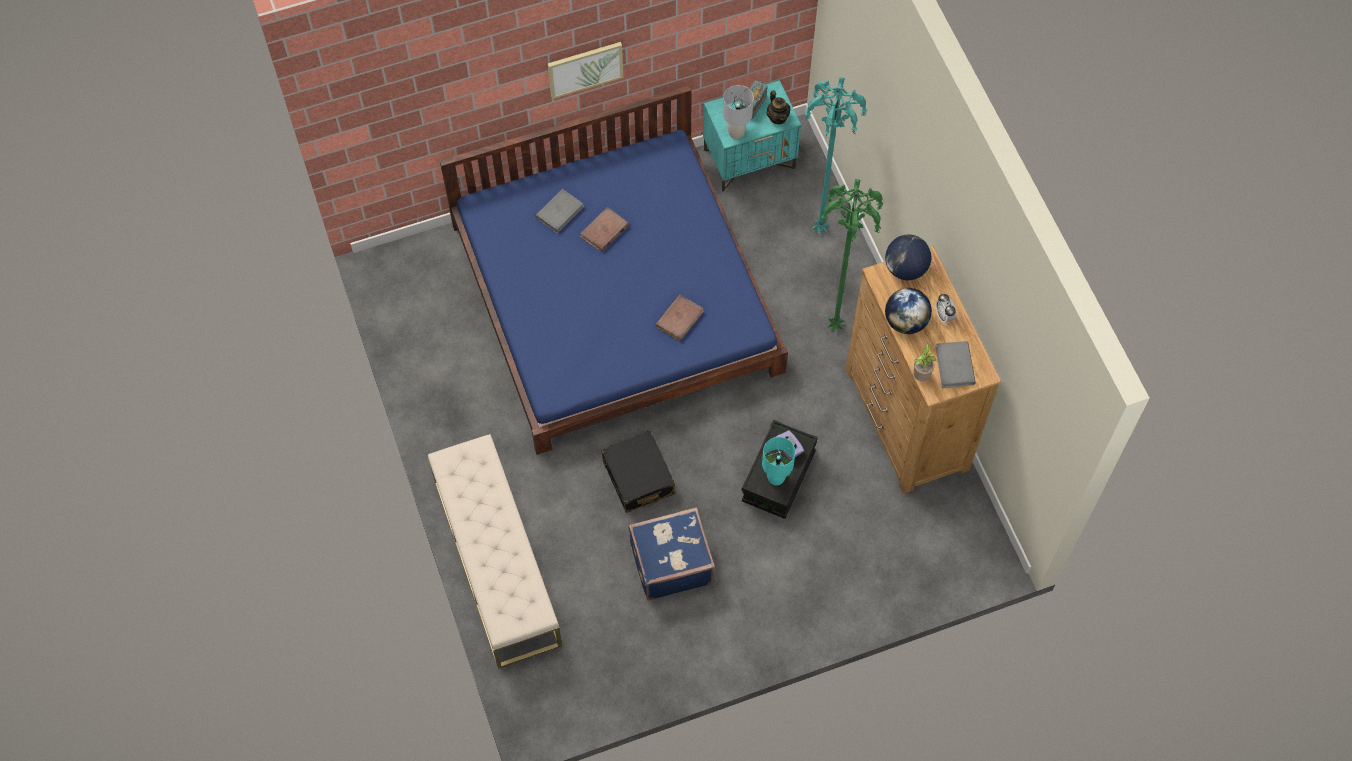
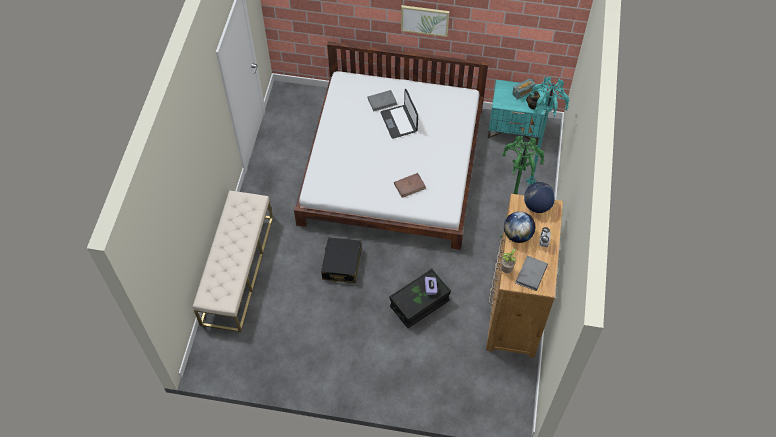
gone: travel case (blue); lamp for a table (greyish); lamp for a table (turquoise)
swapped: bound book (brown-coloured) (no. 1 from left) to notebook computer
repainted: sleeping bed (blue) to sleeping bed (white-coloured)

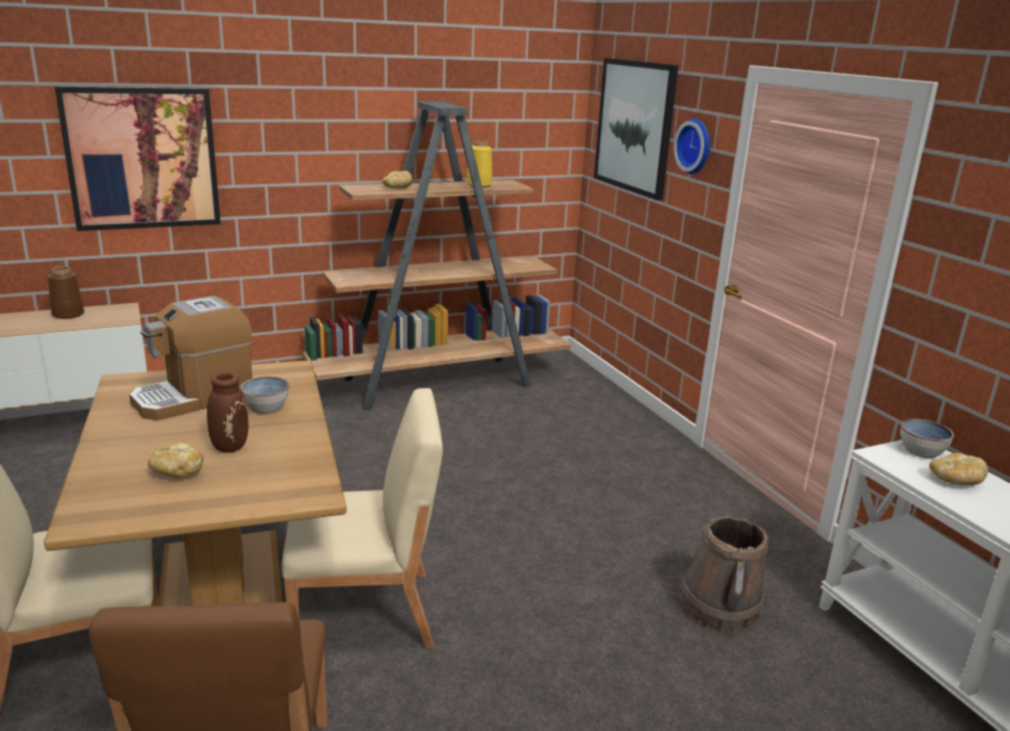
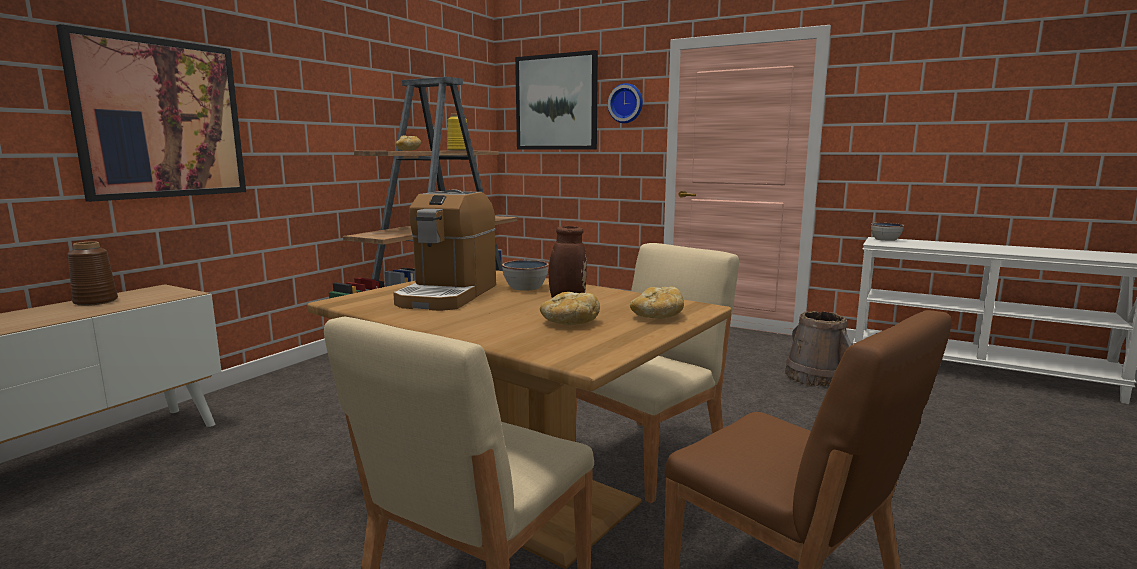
shifted: bakery bread (no. 3 from left)

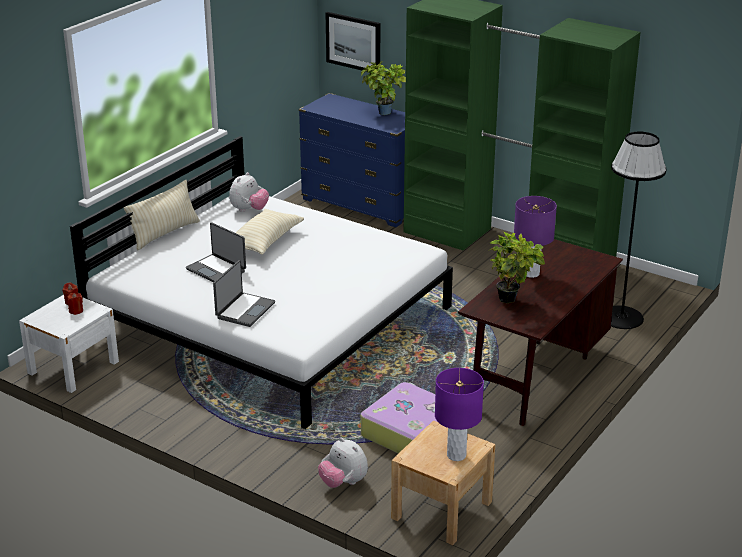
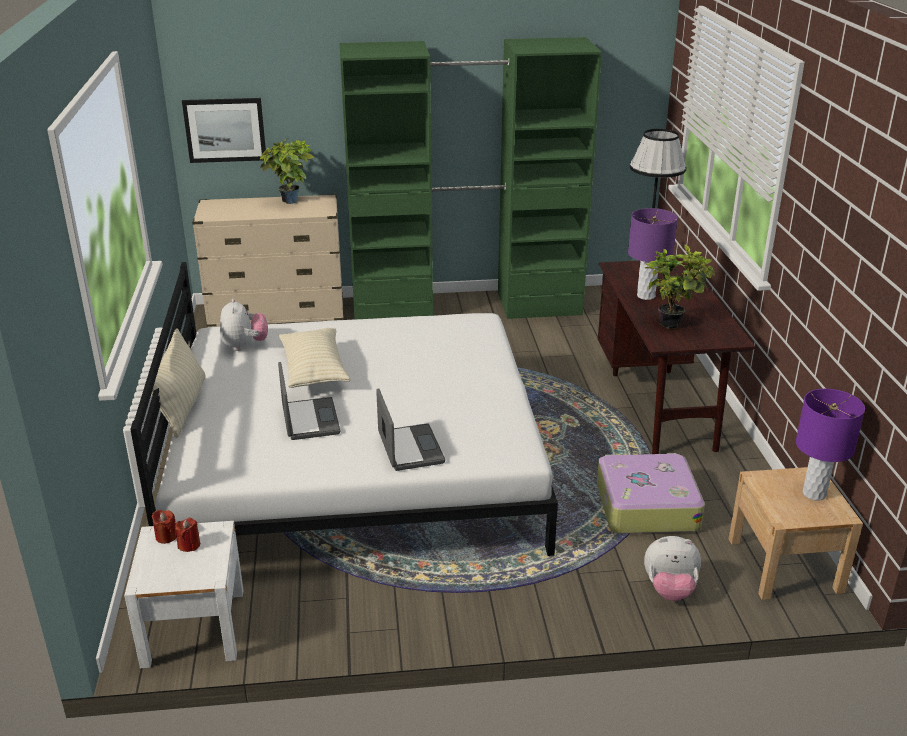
repainted: chest of drawers (blue) to chest of drawers (sand-coloured)
rotated: notebook computer (no. 1 from left) 105 degrees counterclockwise

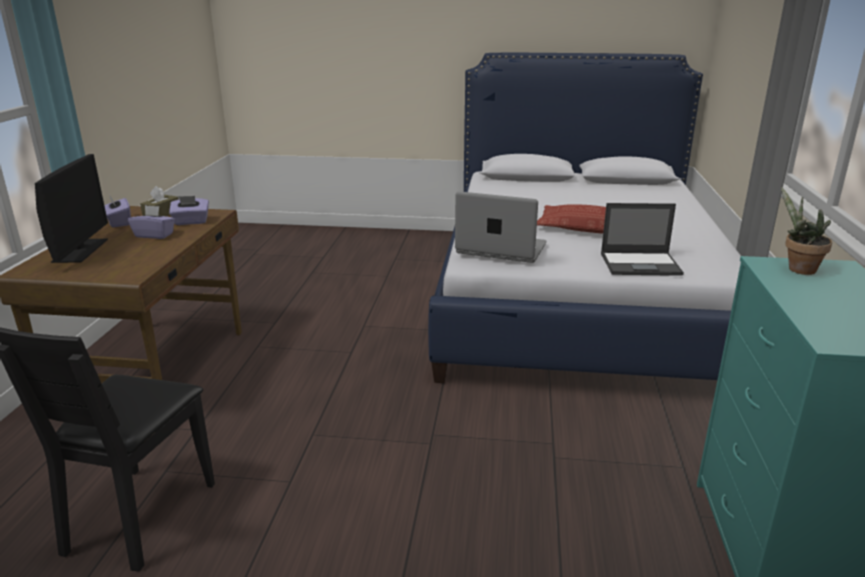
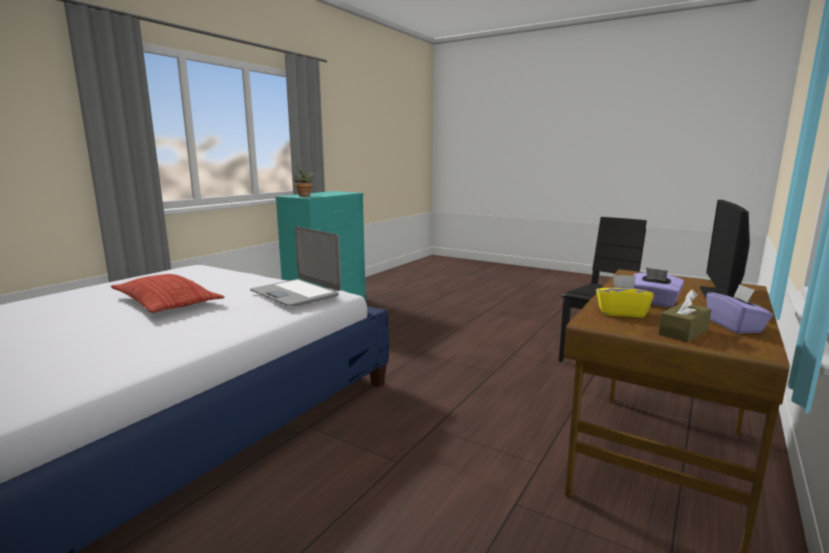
gone: notebook computer (no. 2 from left)
repainted: tissue holder (purplish) (no. 3 from left) to tissue holder (yellow)

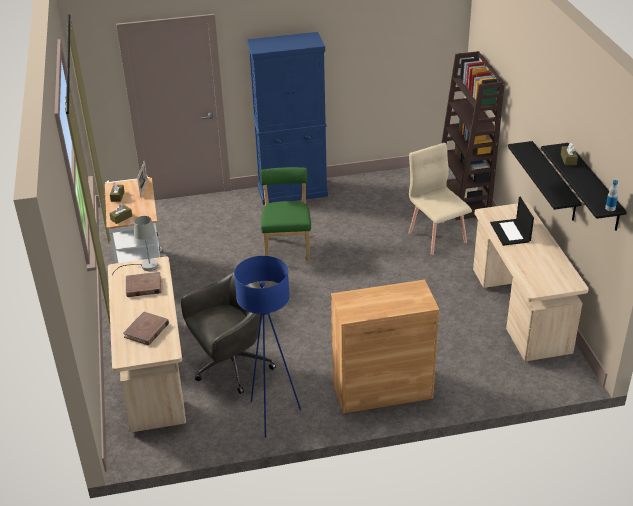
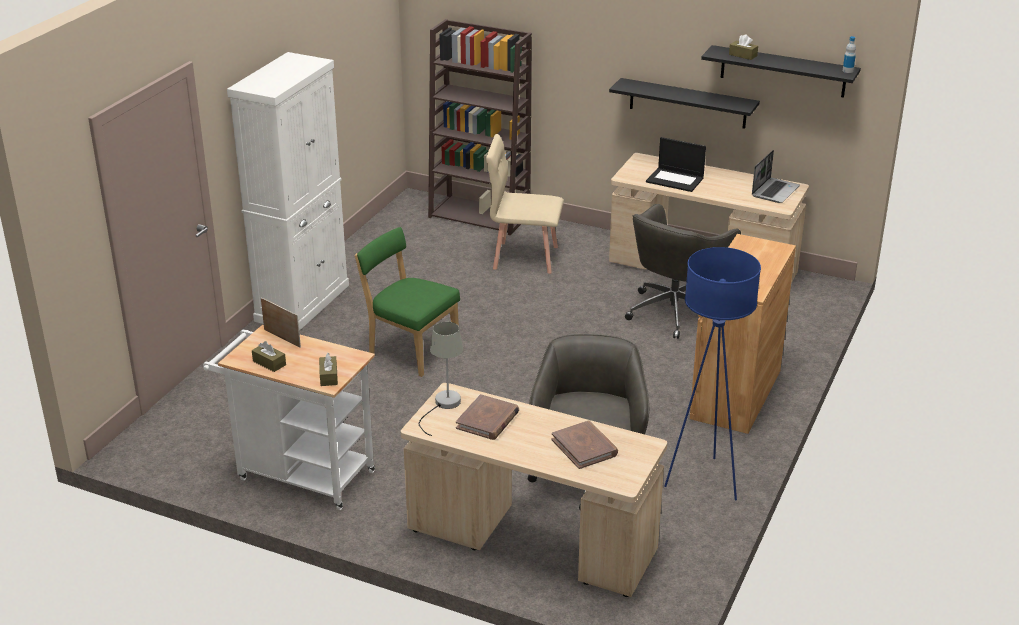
new: office chair (greyish) (no. 2 from left); notebook computer (no. 2 from left)
repainted: cupboard (blue) to cupboard (white-coloured)

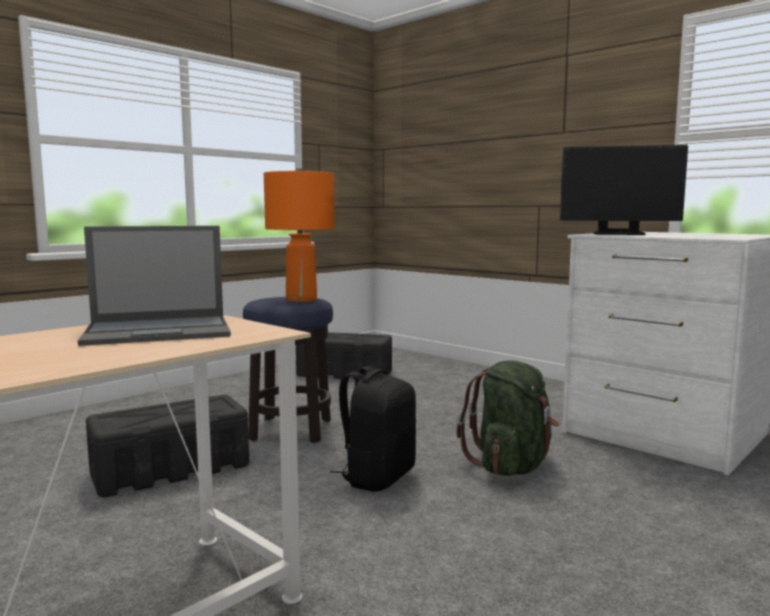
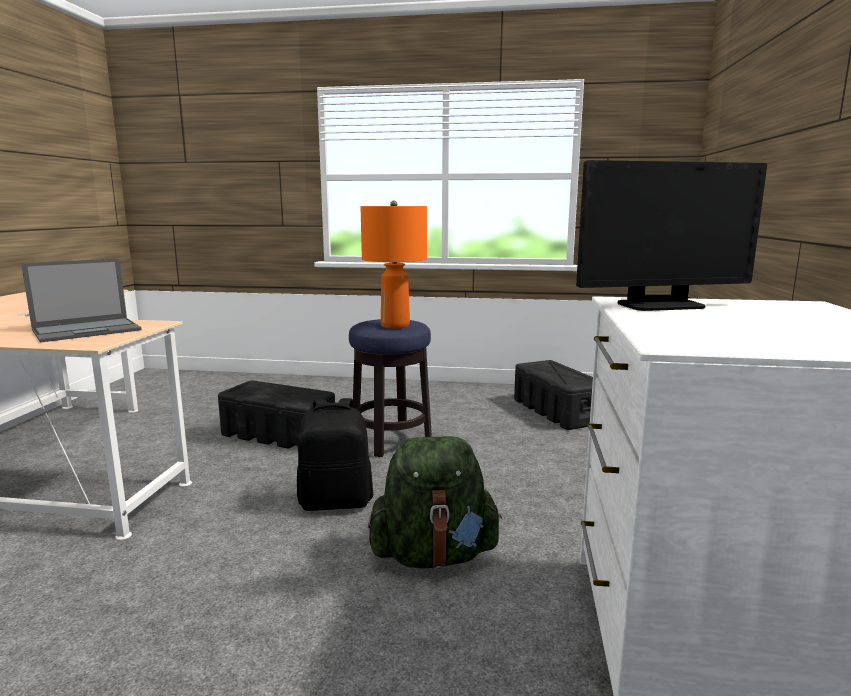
rotated: notebook computer 75 degrees counterclockwise; computer screen 75 degrees counterclockwise

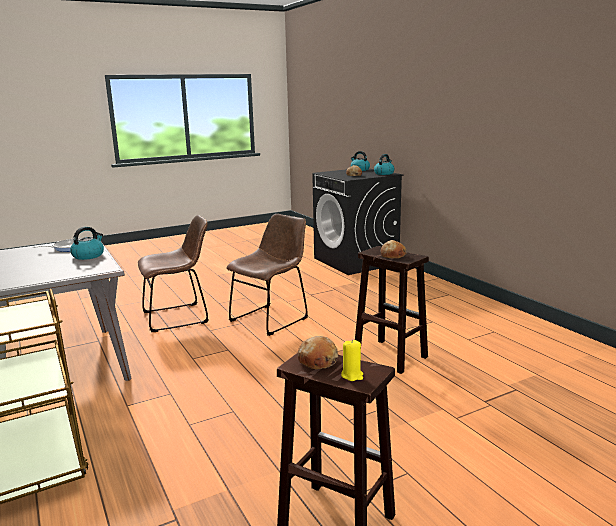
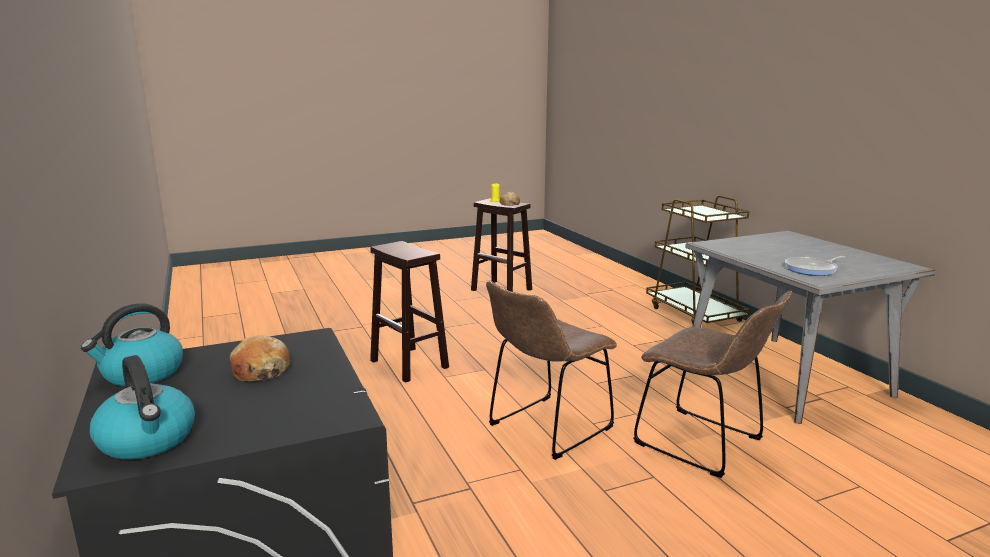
gone: kettle (no. 1 from left); bakery bread (no. 3 from left)
rotated: plain chair (brown-coloured) (no. 1 from left in the first image) 120 degrees counterclockwise

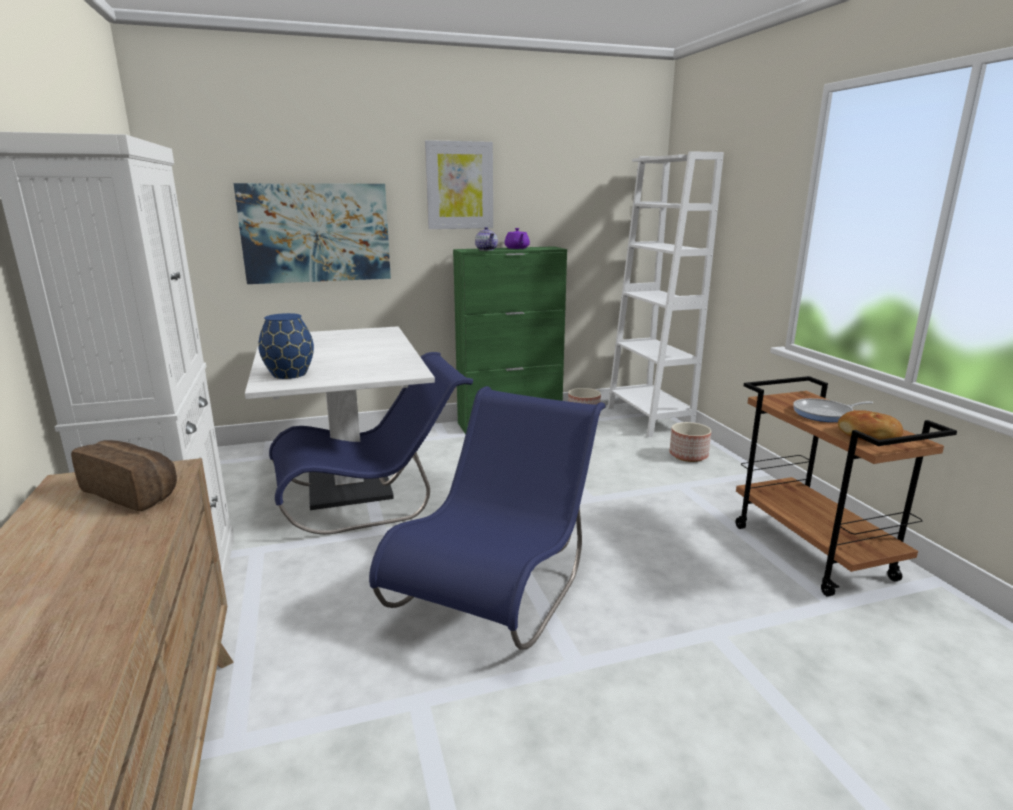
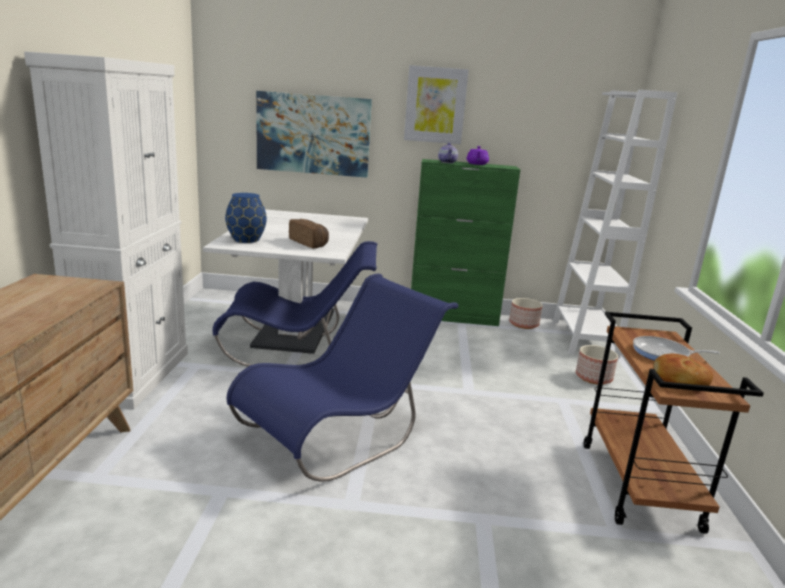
shifted: bakery bread (no. 1 from left)

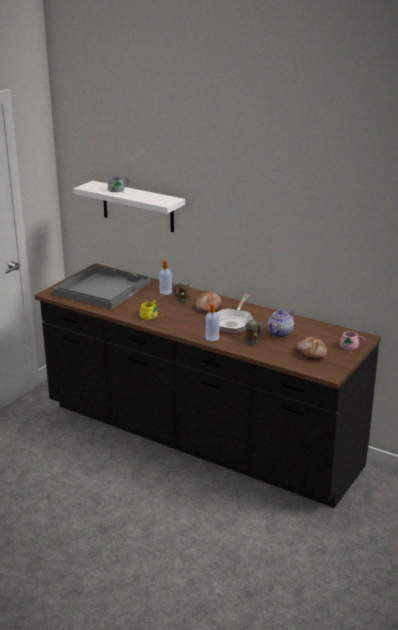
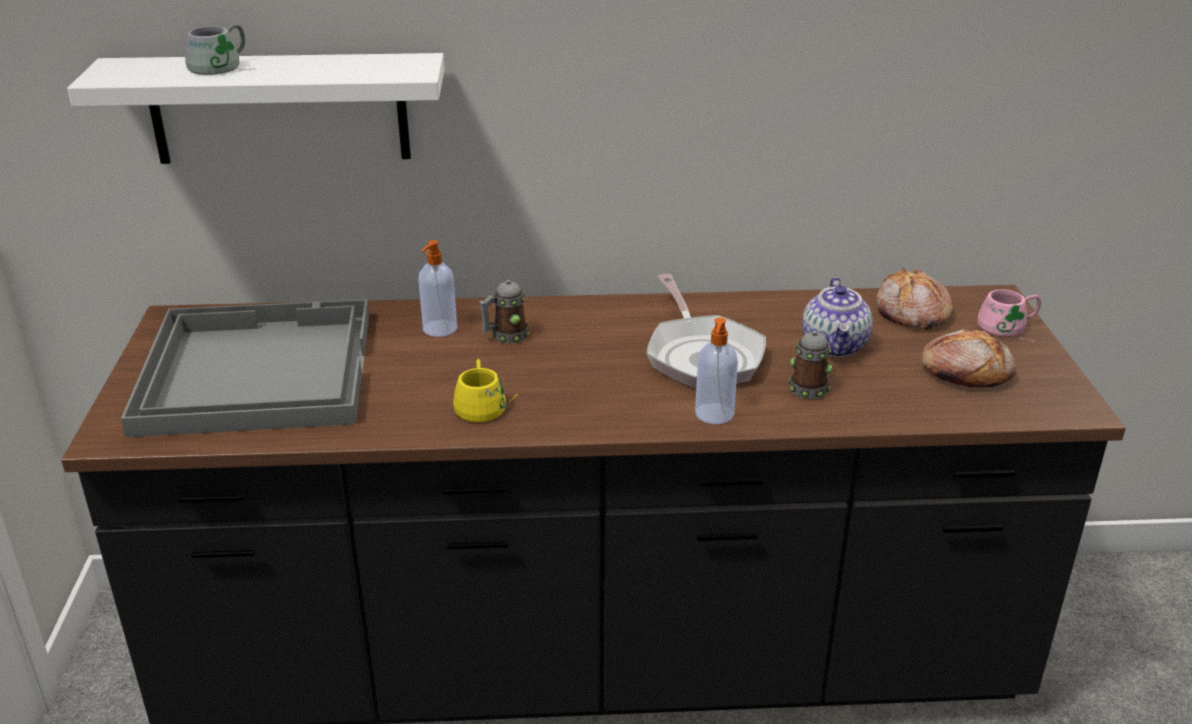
shifted: bakery bread (no. 1 from left)

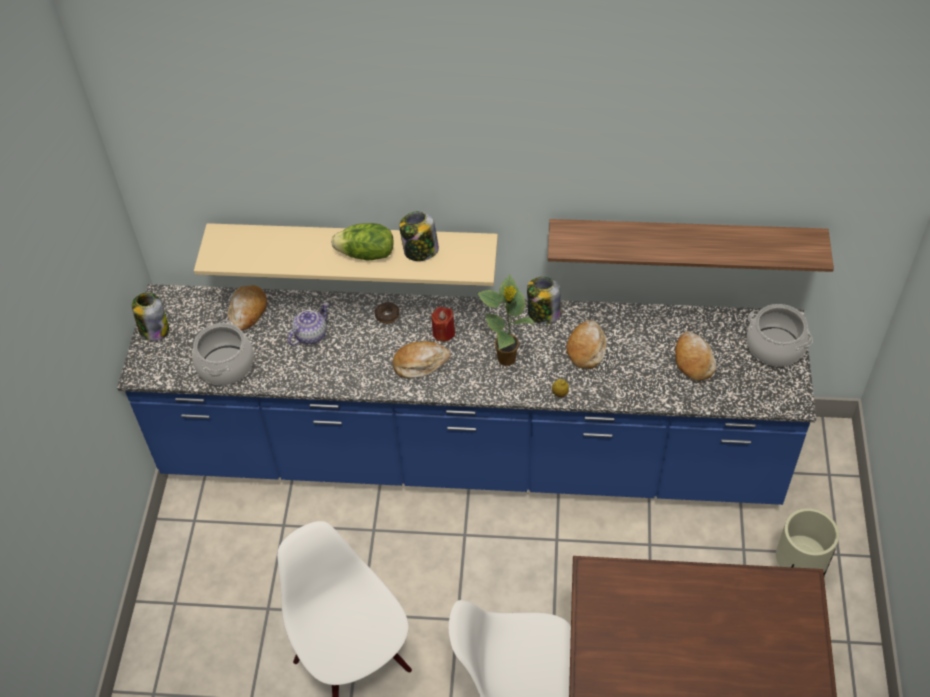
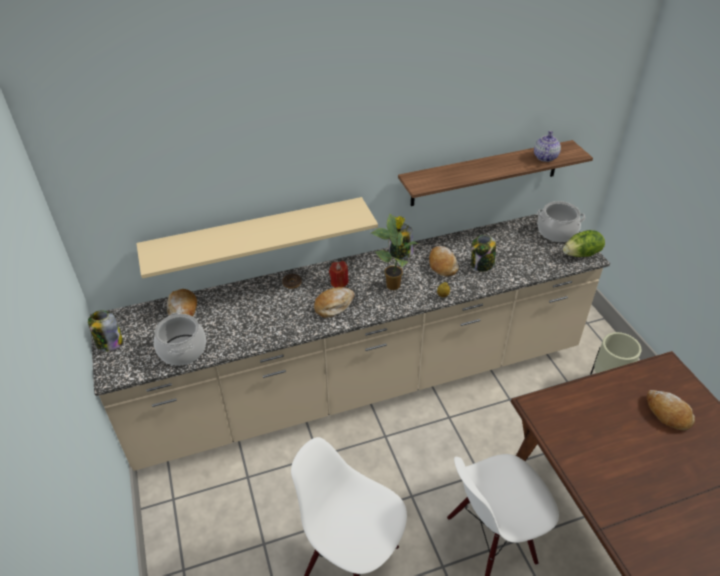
shifted: pot for tea; head of lettuce; jar (no. 2 from left in the first image) to jar (no. 3 from left); bakery bread (no. 4 from left)
repainted: kitchen counter (blue) to kitchen counter (sand-coloured)

